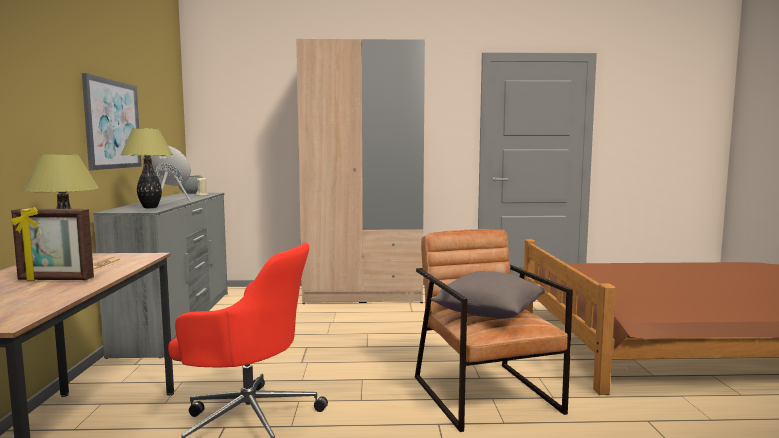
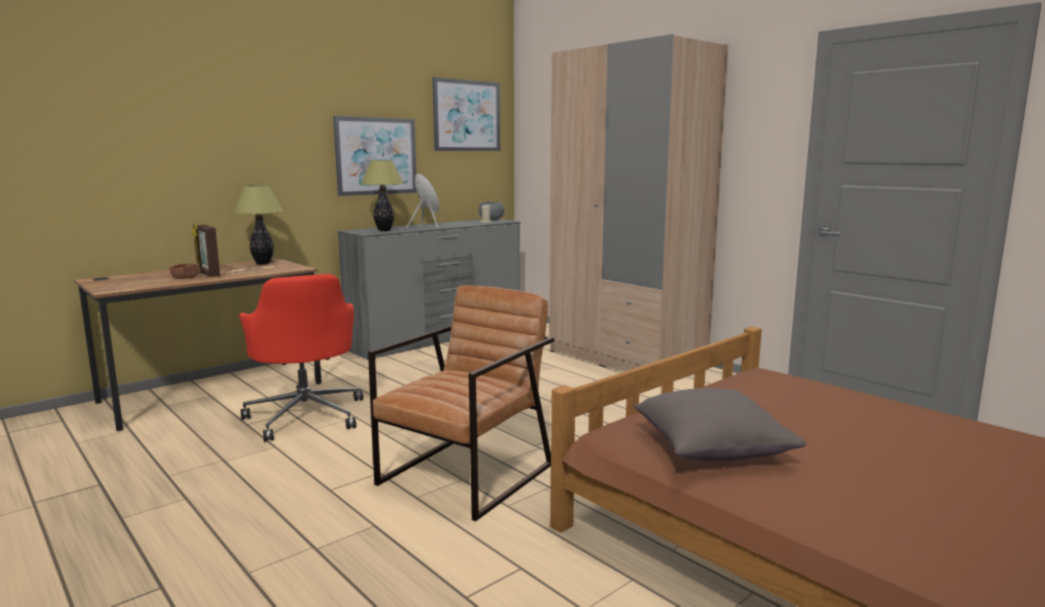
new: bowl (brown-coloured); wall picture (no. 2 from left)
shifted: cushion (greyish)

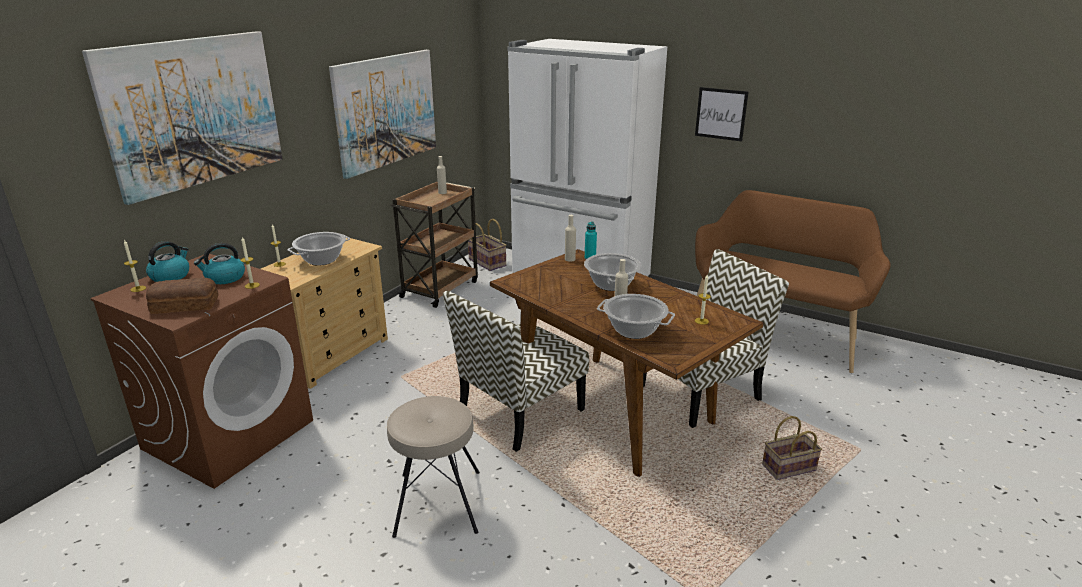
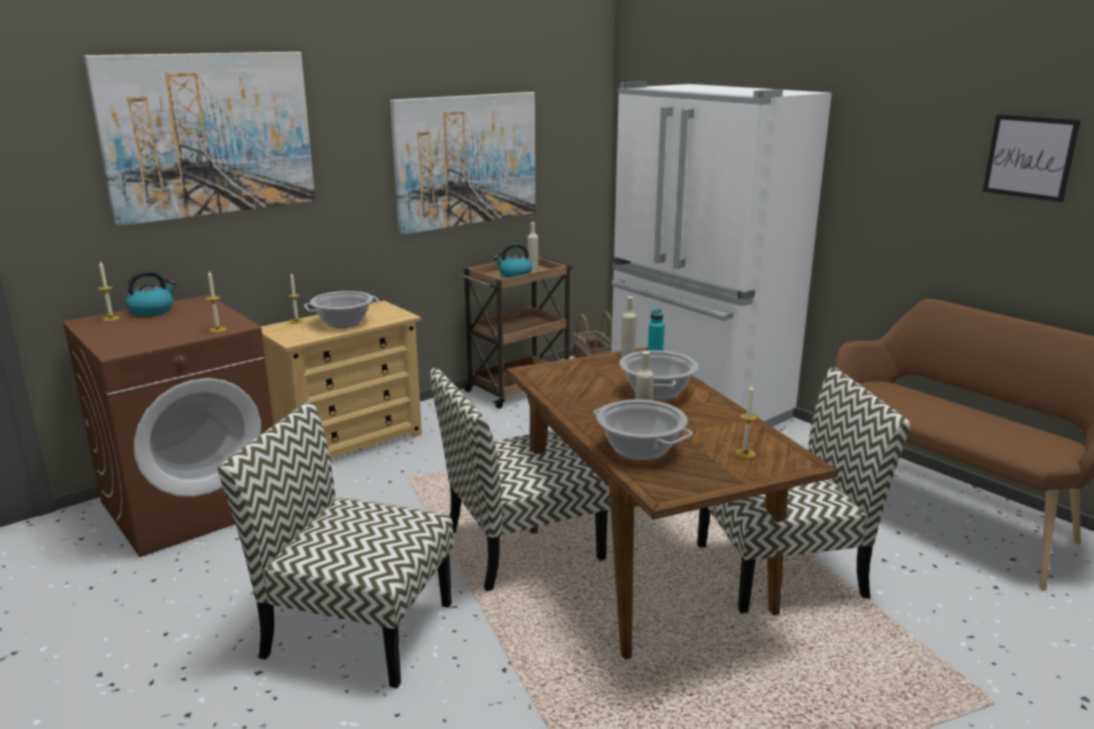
gone: bakery bread; storage basket (no. 2 from left)
shifted: kettle (no. 2 from left); wall picture (no. 3 from left)
swapped: stool seat (sand-coloured) to plain chair (no. 1 from left)

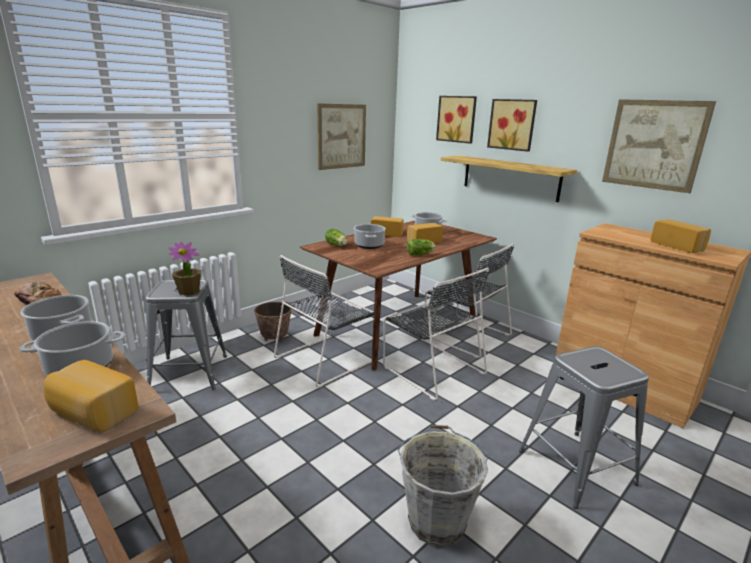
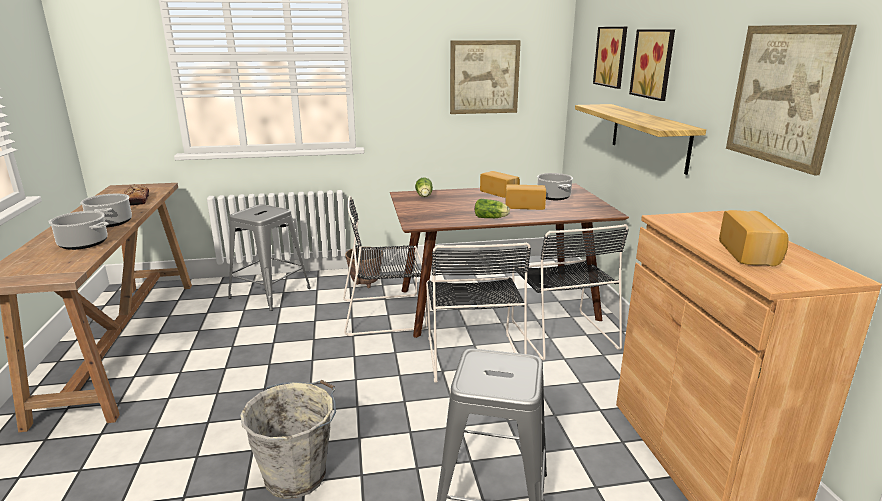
gone: bakery bread (no. 2 from left); potted plant; saucepot (no. 3 from left)

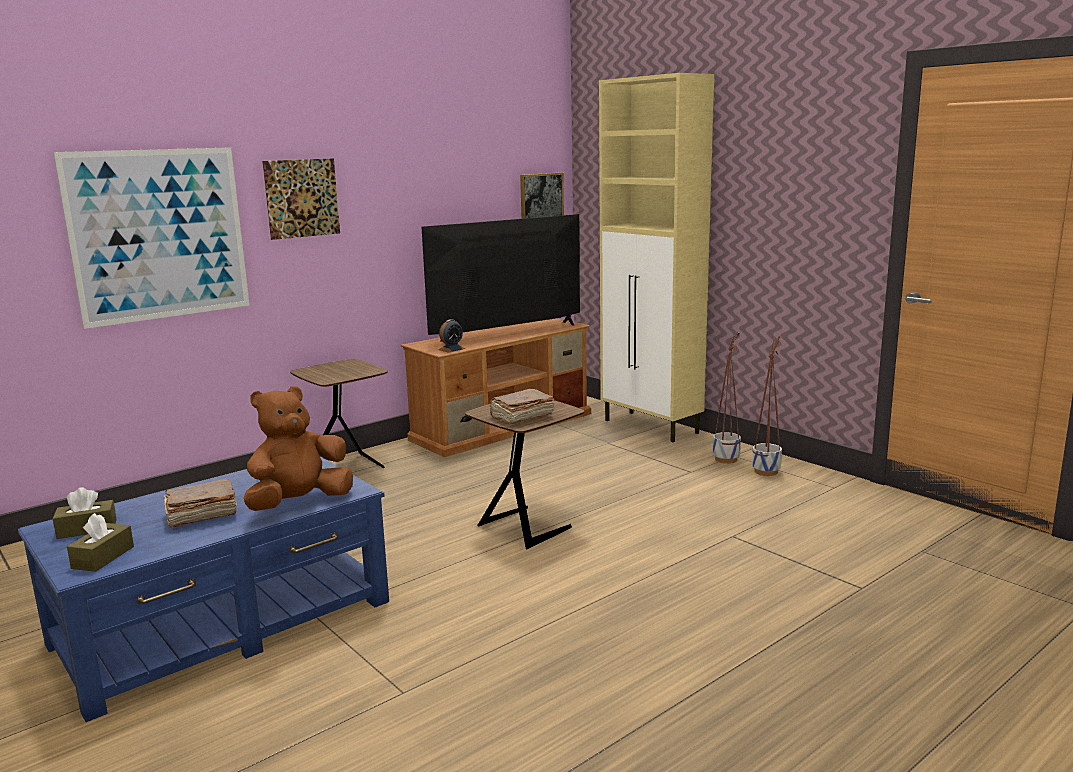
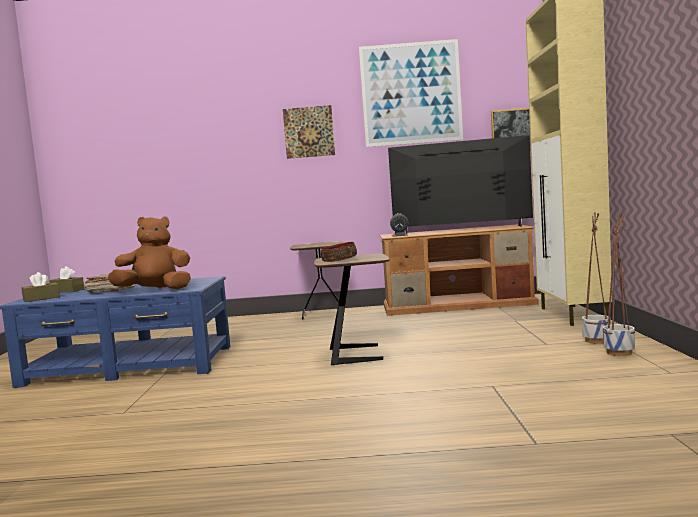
shifted: wall picture (no. 1 from left in the first image) to wall picture (no. 2 from left)
swapped: bound book (brown-coloured) (no. 2 from left) to bowl

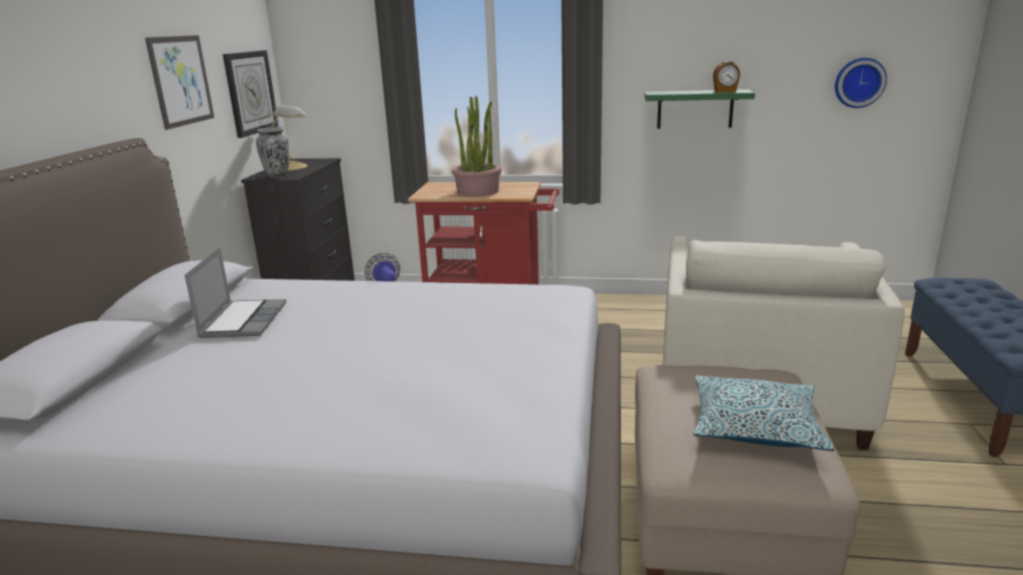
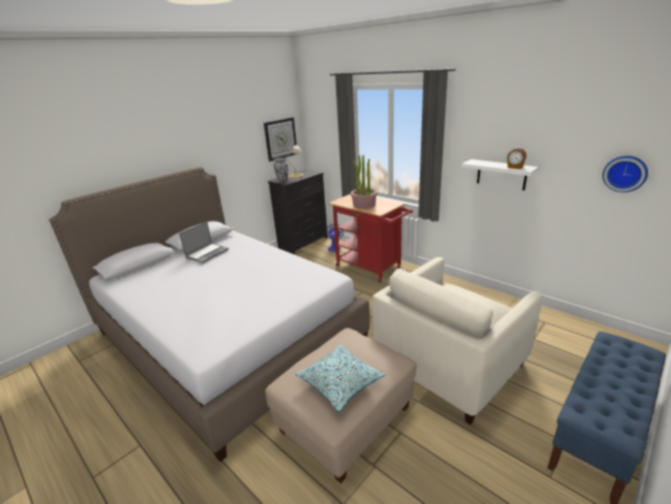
gone: wall picture
repainted: wall shelf (green) to wall shelf (white-coloured)

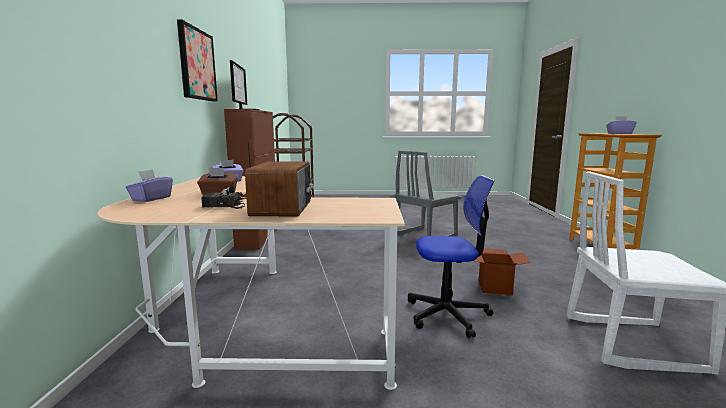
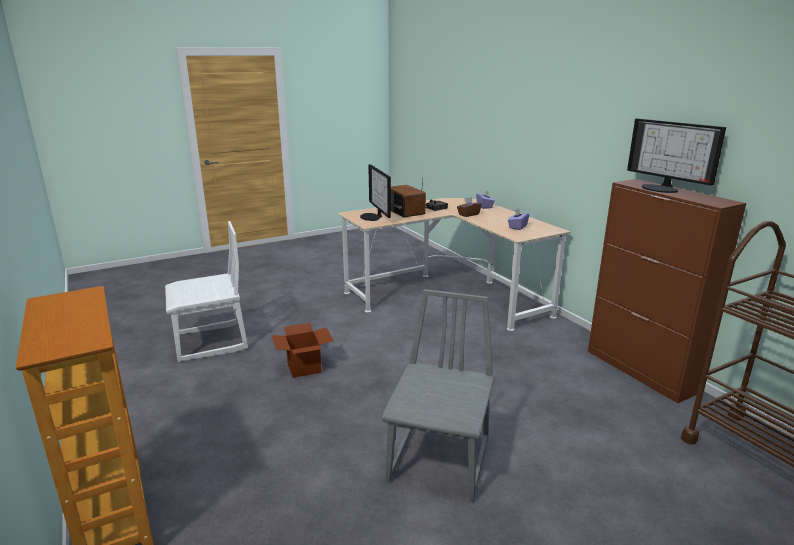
gone: wall picture; office chair; tissue holder (purplish) (no. 3 from left)
new: computer screen (no. 1 from left)

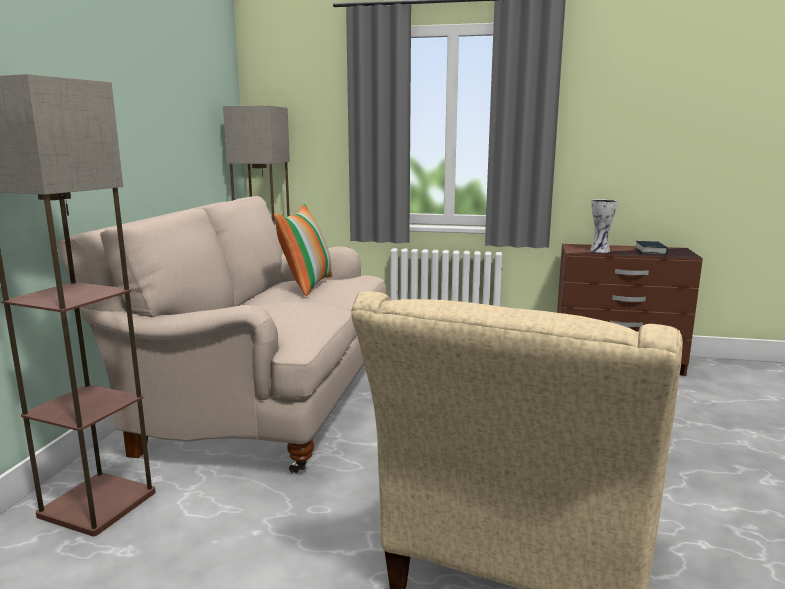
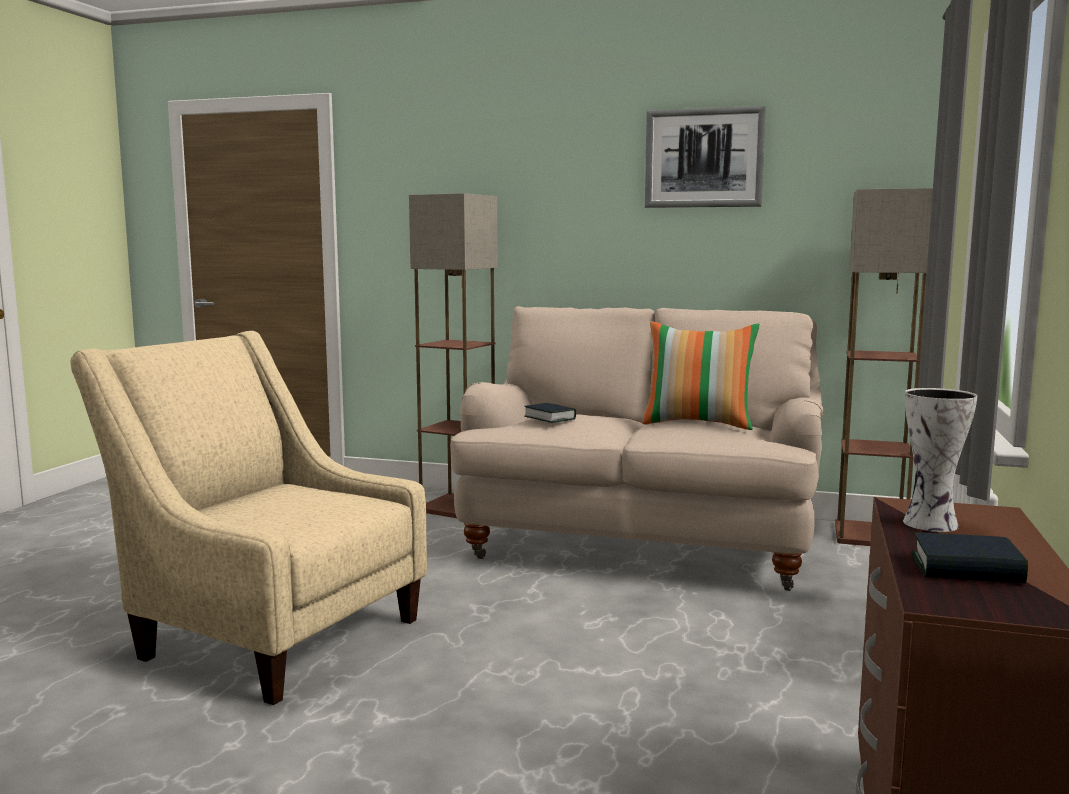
new: bound book (no. 1 from left); wall picture

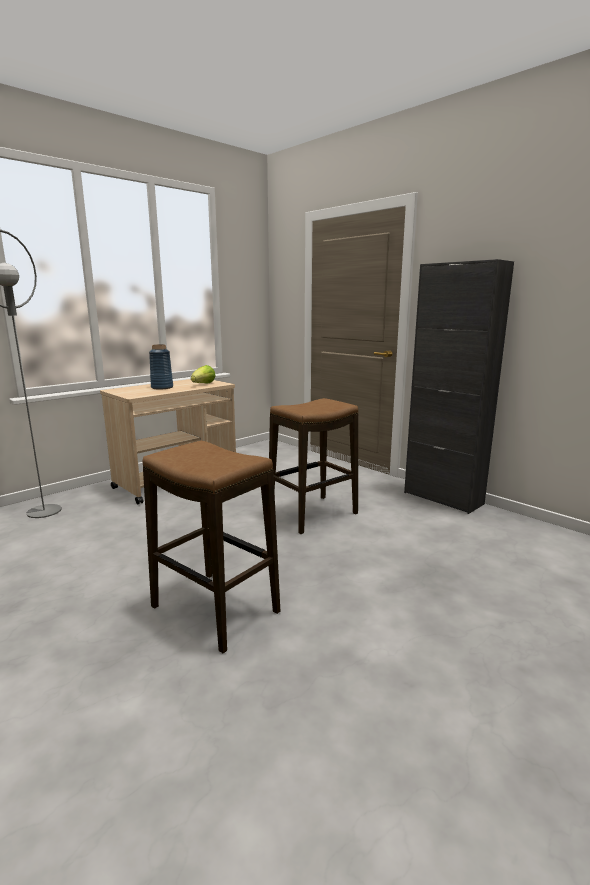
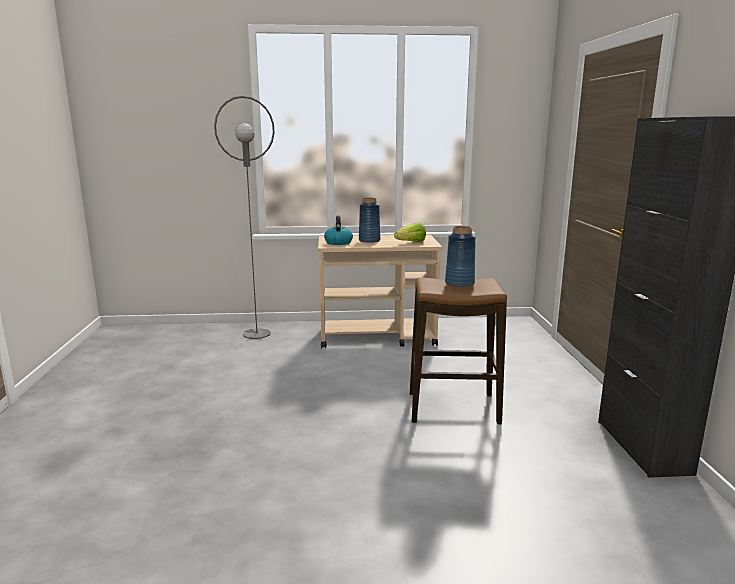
gone: stool seat (no. 1 from left)
new: kettle; flower vase (blue) (no. 2 from left)

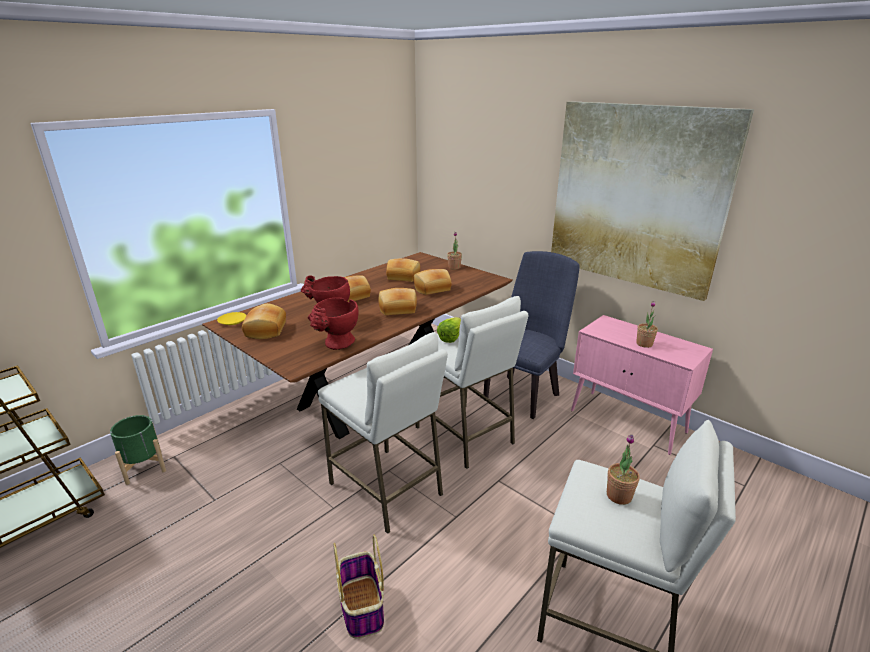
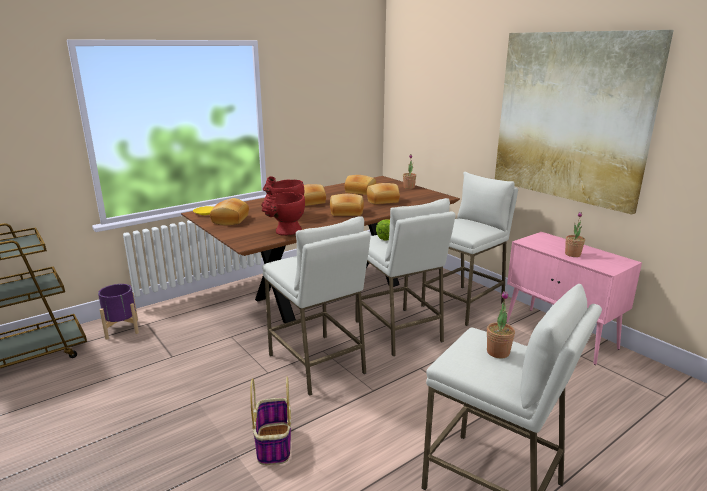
swapped: plain chair (blue) to stool seat (white-coloured) (no. 3 from left)
repainted: plant pot (green) to plant pot (purplish)

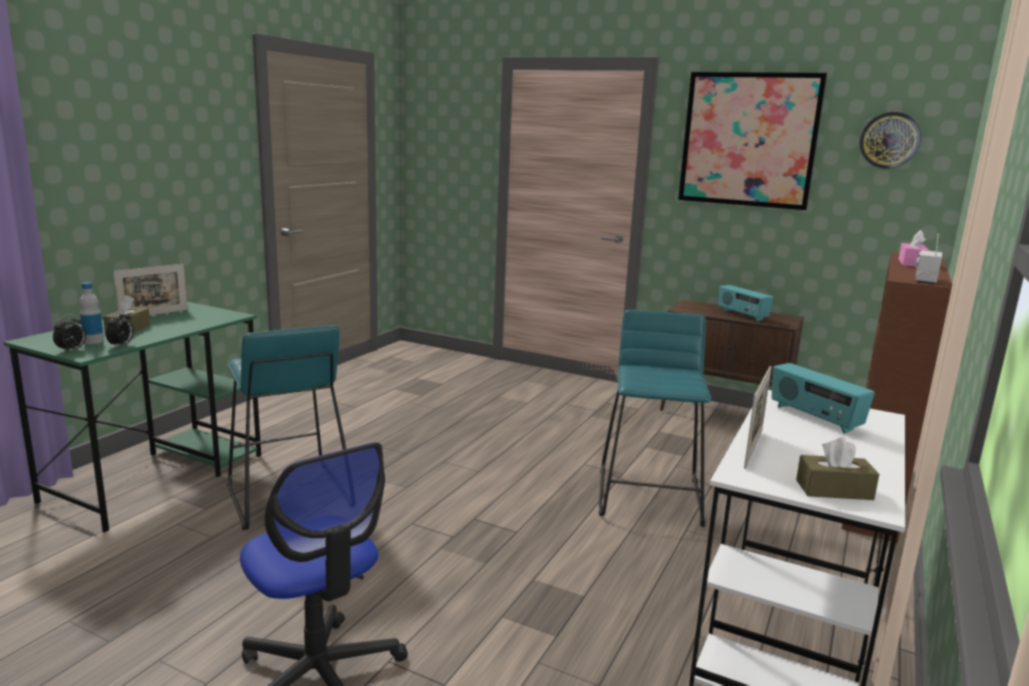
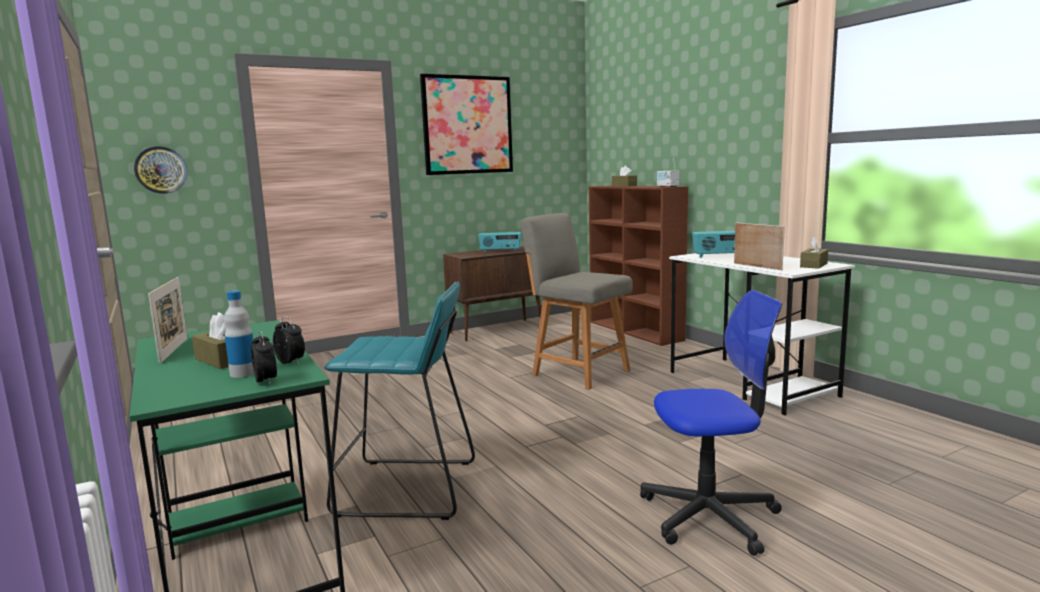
shifted: clock on the wall
swapped: stool seat (turquoise) (no. 2 from left) to plain chair (greyish)
repainted: tissue holder (pinkish) to tissue holder (brown-coloured) (no. 2 from left)

